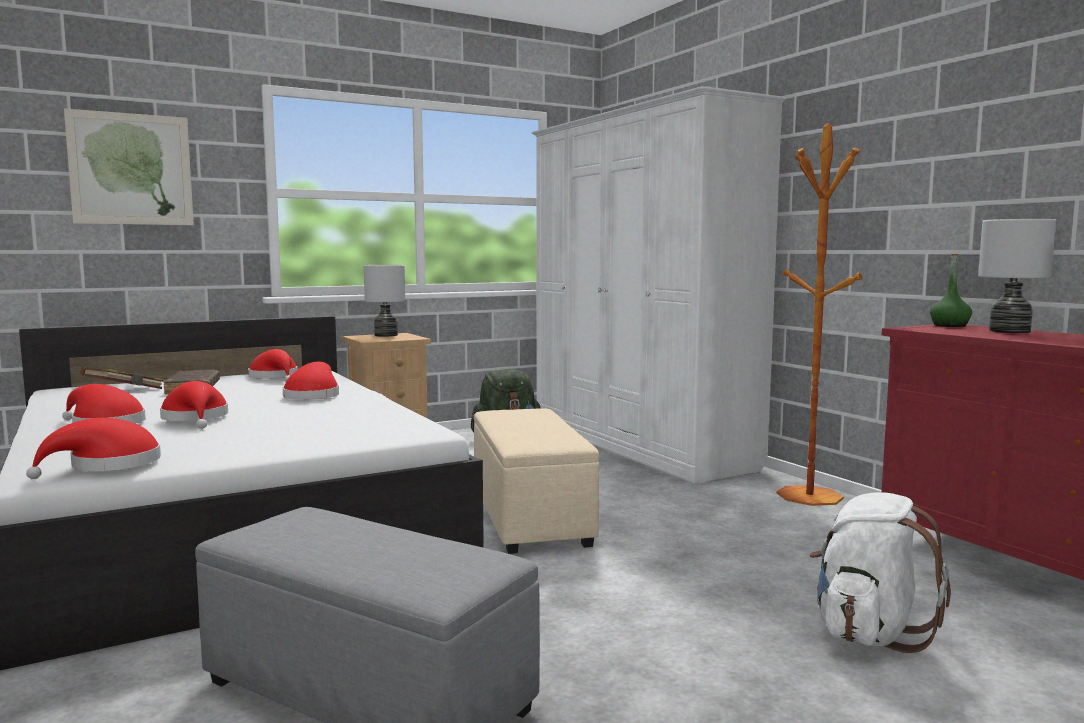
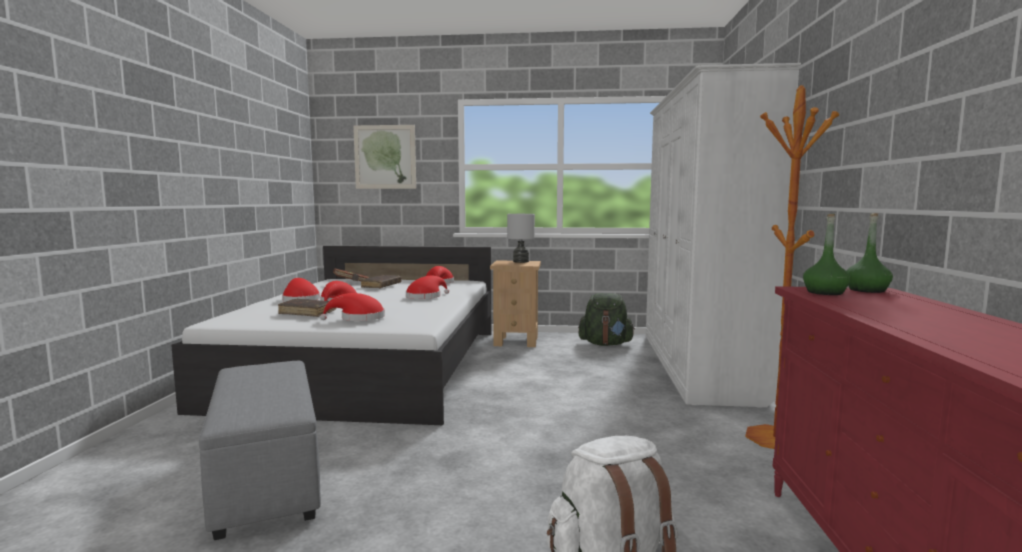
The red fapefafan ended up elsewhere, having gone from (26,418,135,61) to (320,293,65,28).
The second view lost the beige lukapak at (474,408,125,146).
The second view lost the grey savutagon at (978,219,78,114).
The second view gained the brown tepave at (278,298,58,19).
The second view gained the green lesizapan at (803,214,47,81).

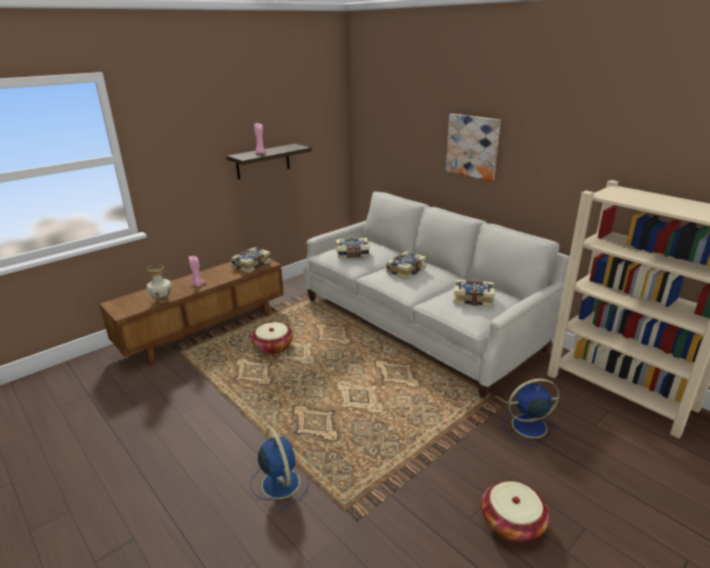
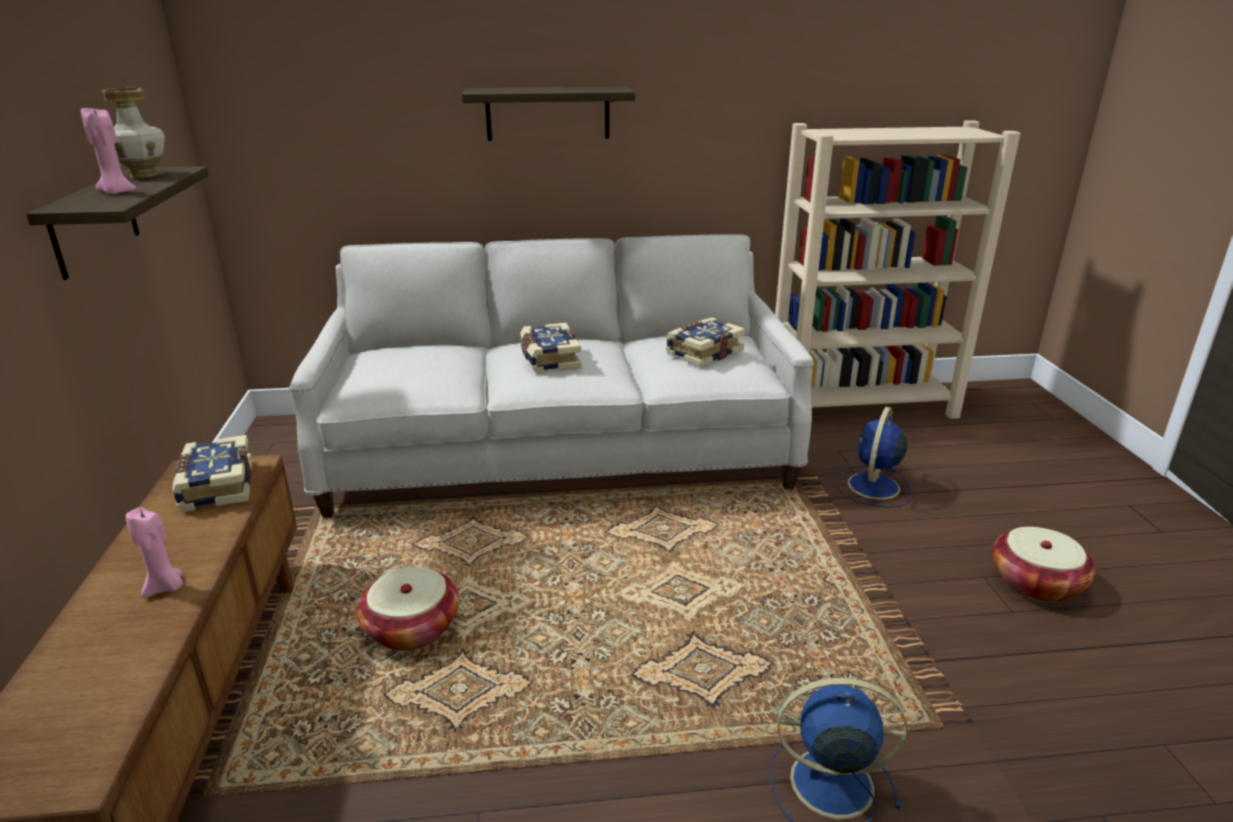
The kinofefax ended up elsewhere, having gone from (147,265,25,38) to (102,88,63,90).
The second view lost the tepave at (336,238,34,20).
Where the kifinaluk hung at (446,114,55,67), the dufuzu came to hang at (462,86,173,55).

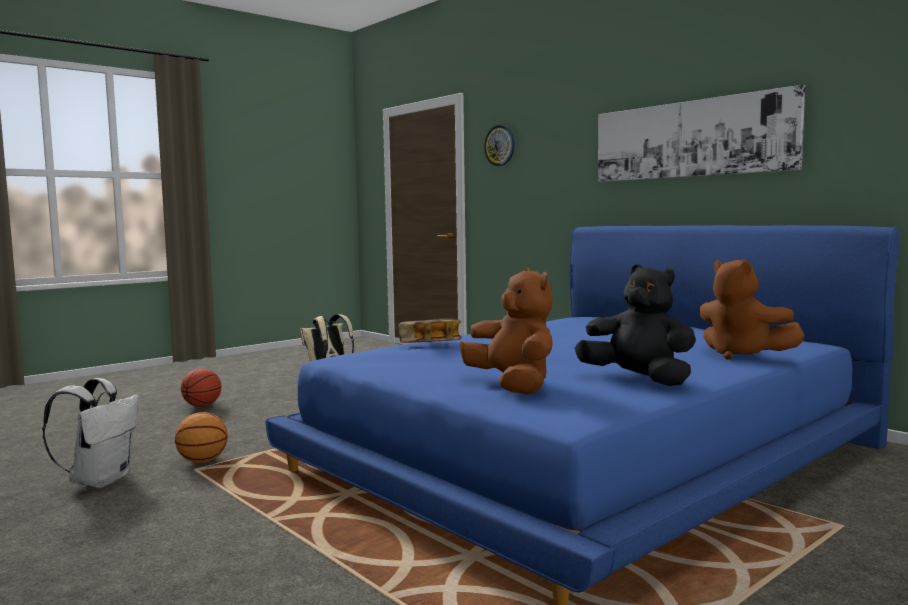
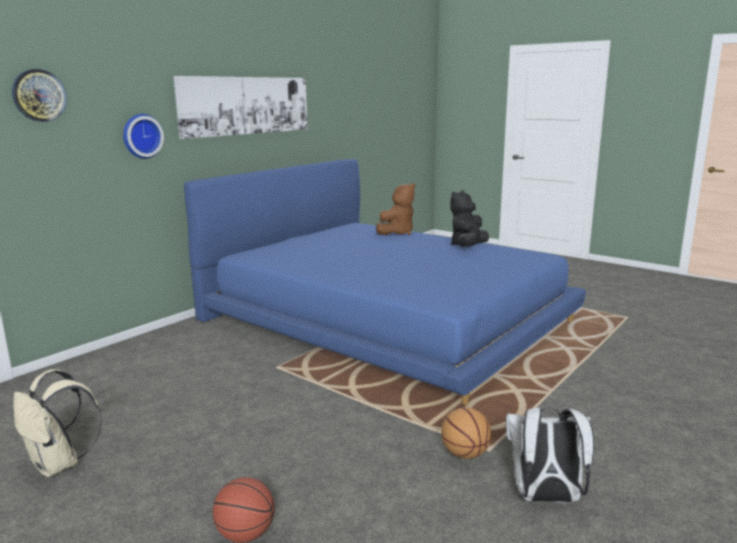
The second view lost the tepave at (398,319,64,24).
The second view lost the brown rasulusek at (459,267,94,127).
The second view gained the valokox at (123,114,41,45).

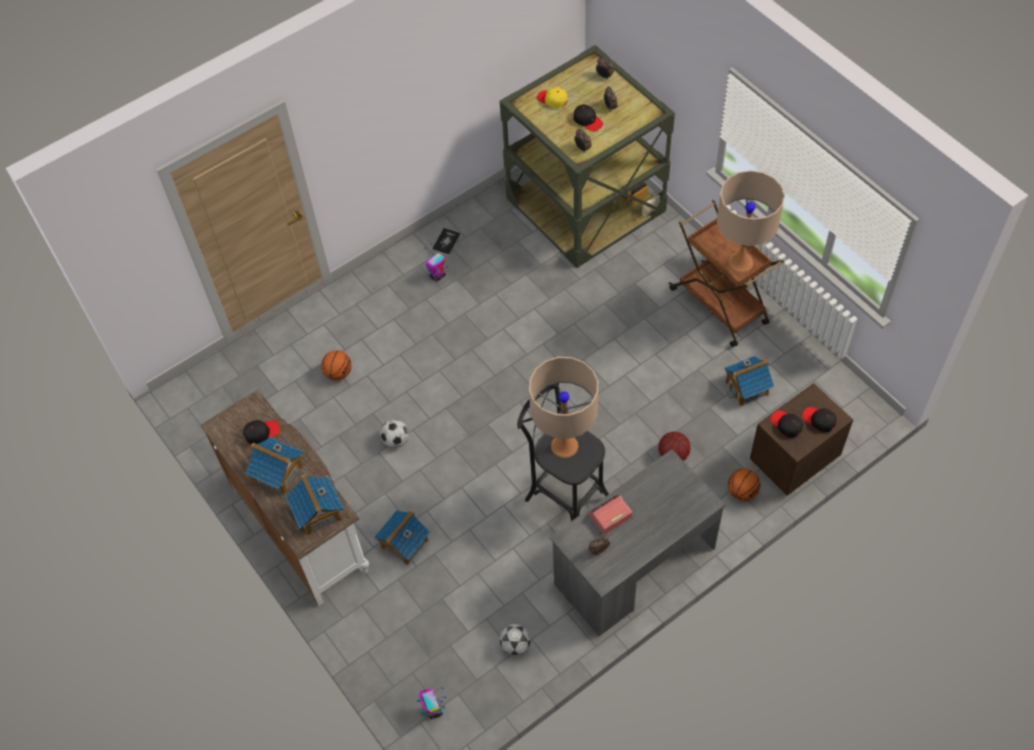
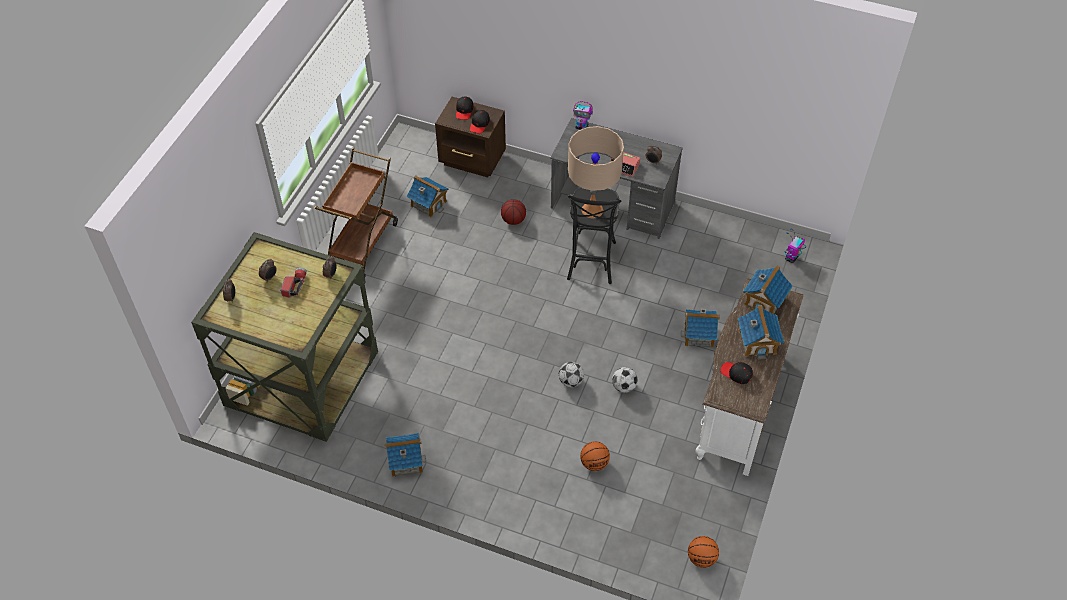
The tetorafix ended up elsewhere, having gone from (424,243,24,39) to (573,101,20,28).
Where the tepave stood at (432,228,29,28), the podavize came to stand at (385,433,41,44).
The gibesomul ended up elsewhere, having gone from (500,624,31,32) to (559,362,25,25).
The second view lost the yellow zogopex at (537,87,31,21).
Where the black zogopex stood at (573,104,30,28), the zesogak came to stand at (280,267,27,31).
The second view lost the beige savutagon at (717,170,68,103).
The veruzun ended up elsewhere, having gone from (728,469,32,32) to (688,536,31,32).

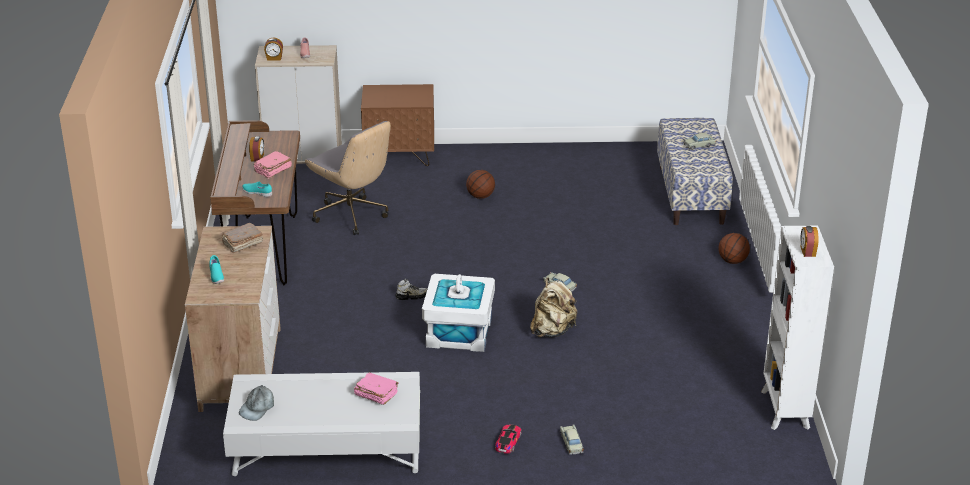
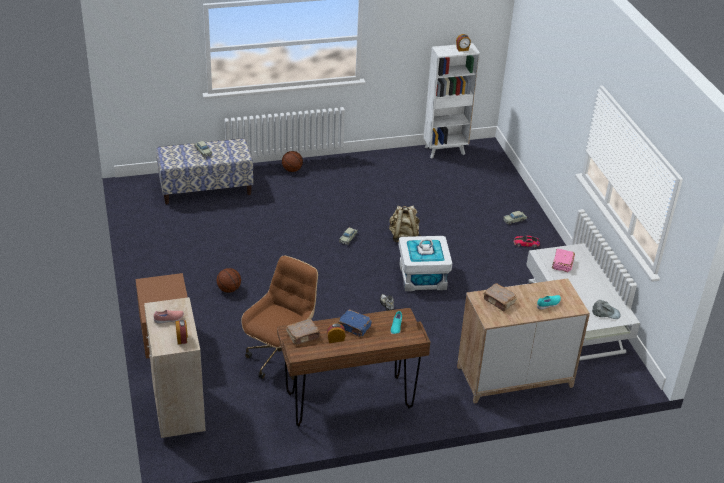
What was the pink tepave at (253,151,39,28) turned into the blue tepave at (338,310,34,27).
What was the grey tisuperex at (305,121,86,114) turned into the brown tisuperex at (241,255,77,125).
The second view gained the brown tepave at (286,319,34,26).

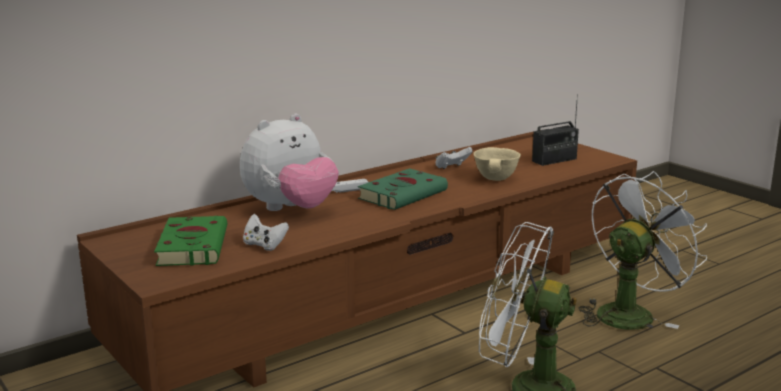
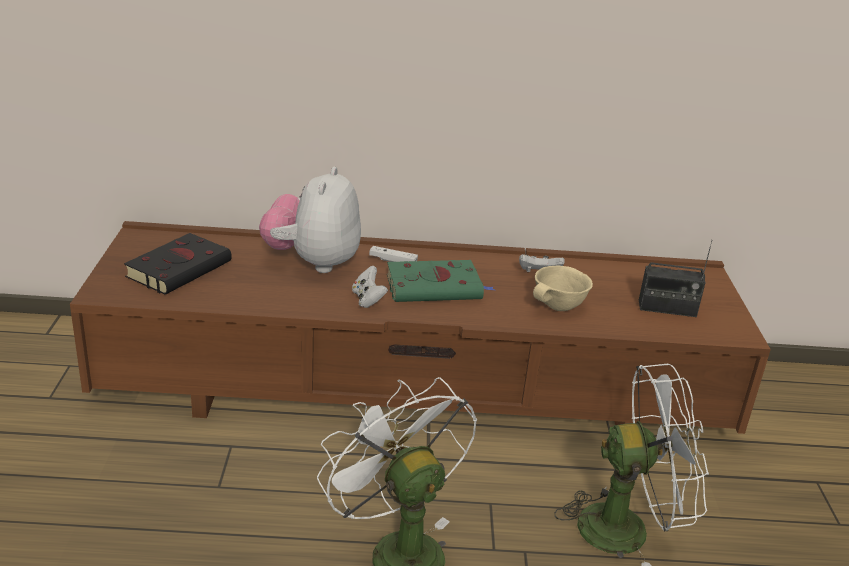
What was the green tepave at (154,216,73,50) turned into the black tepave at (124,233,108,62).
The rasulusek at (240,113,99,98) ended up facing another way, 105 degrees clockwise from before.
The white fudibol ended up elsewhere, having gone from (243,214,46,37) to (352,266,36,42).

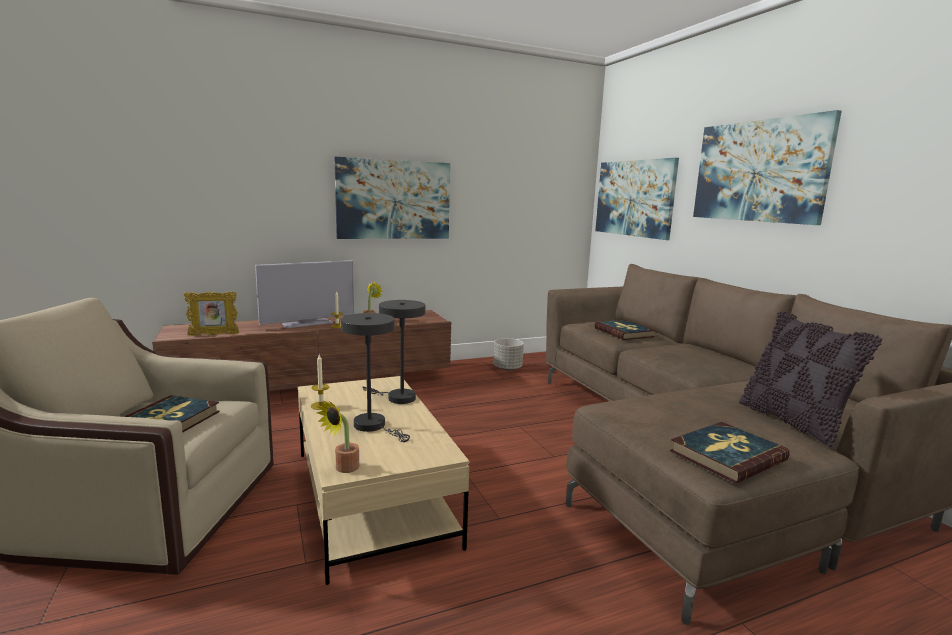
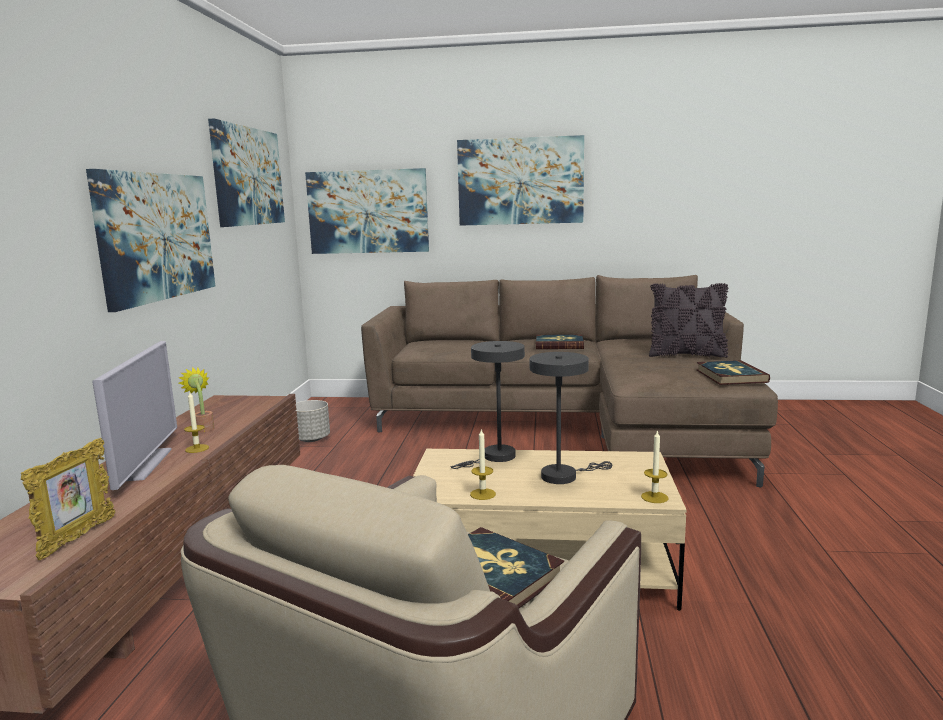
Where the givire stood at (316,401,43,72), the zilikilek came to stand at (641,430,27,73).
The tepave ended up elsewhere, having gone from (594,320,61,20) to (536,334,48,15).
The second view gained the kifinaluk at (208,119,77,108).

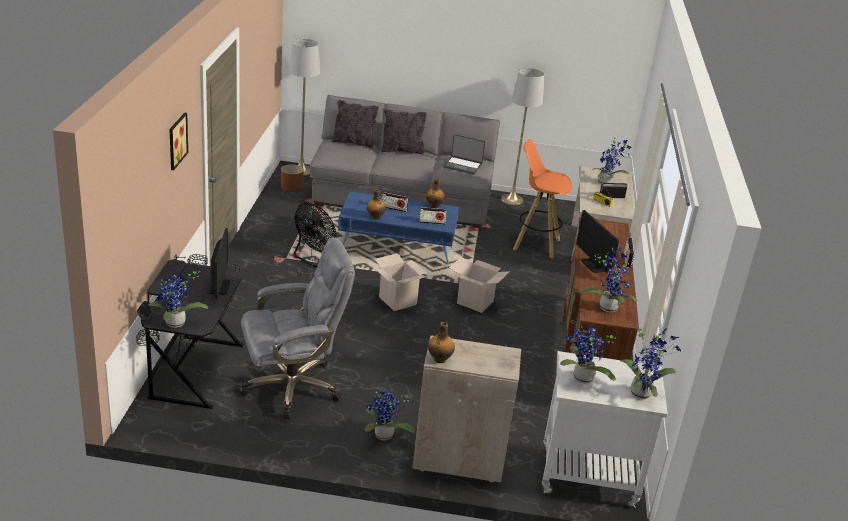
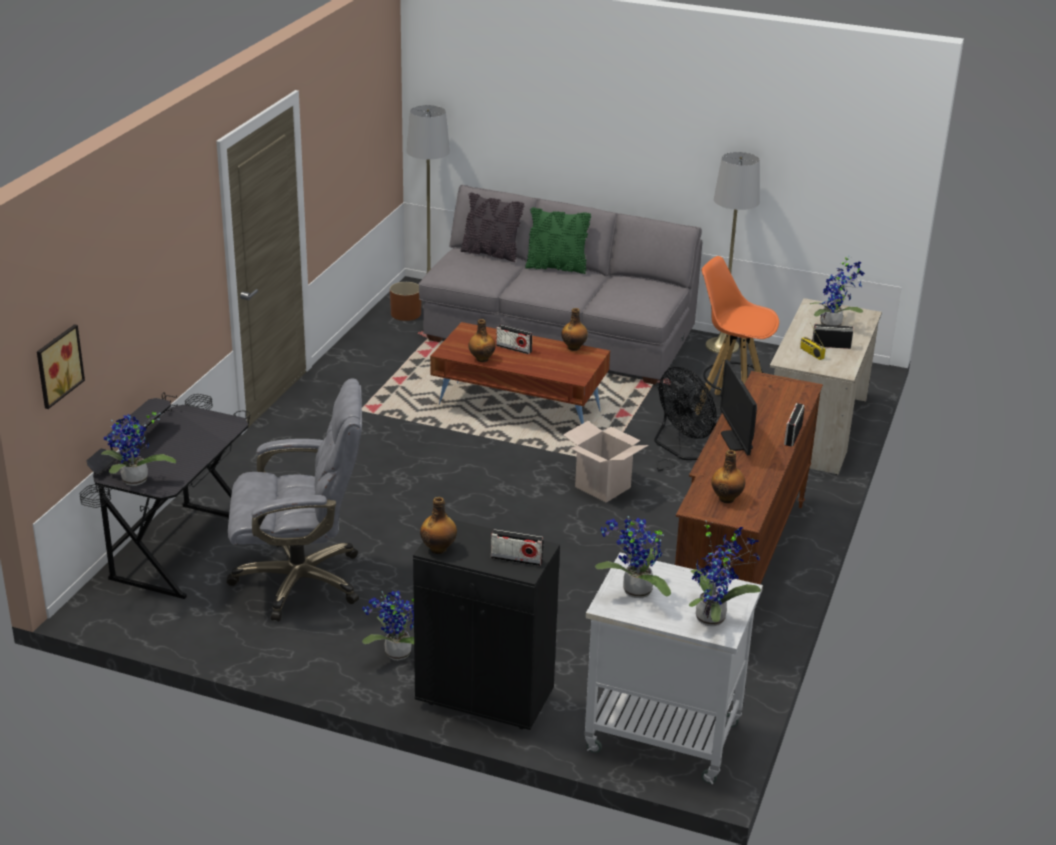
The kifinaluk ended up elsewhere, having gone from (169,113,19,57) to (37,324,48,85).
The second view lost the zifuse at (209,228,21,71).
The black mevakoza ended up elsewhere, having gone from (294,203,43,73) to (654,367,63,104).
What was the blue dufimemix at (338,192,121,74) turned into the brown dufimemix at (430,322,180,102).
The second view lost the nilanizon at (375,253,53,58).
What was the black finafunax at (381,109,46,45) turned into the green finafunax at (525,207,66,67).
What was the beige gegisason at (412,335,109,148) turned into the black gegisason at (413,519,147,211).
The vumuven ended up elsewhere, having gone from (419,207,28,18) to (491,529,52,37).
The second view lost the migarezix at (443,134,42,41).
Where the givire stood at (581,246,56,66), the lesizapan came to stand at (711,450,34,53).

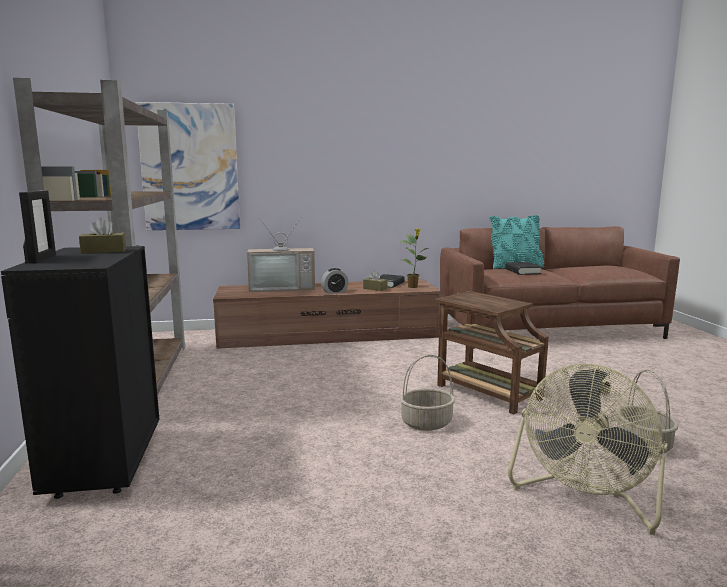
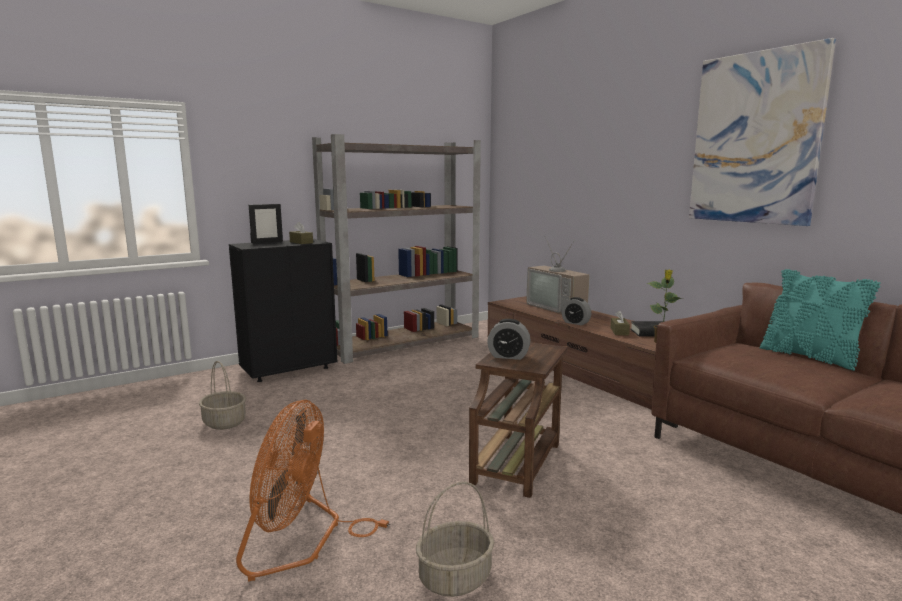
The kifinaluk ended up elsewhere, having gone from (136,102,104,128) to (689,38,147,188).
The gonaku ended up elsewhere, having gone from (400,355,55,76) to (199,361,47,69).
The second view lost the black tepave at (506,262,35,13).
What was the beige mevakoza at (508,364,160,171) turned into the orange mevakoza at (236,400,153,182).
The second view gained the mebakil at (487,319,44,41).

